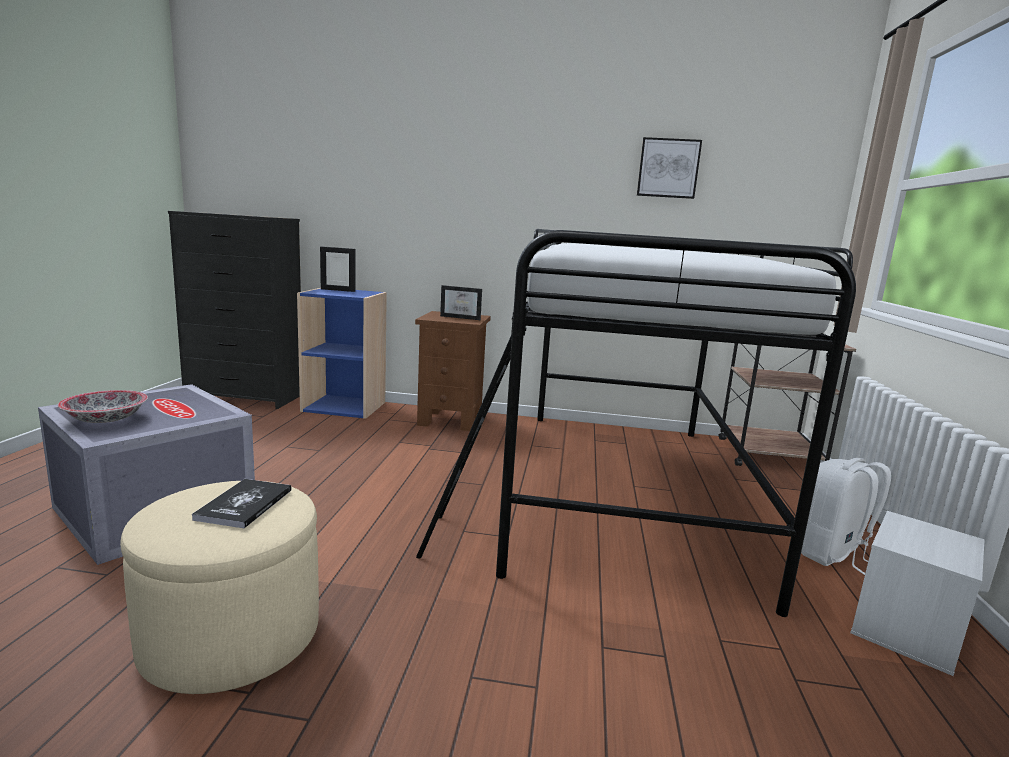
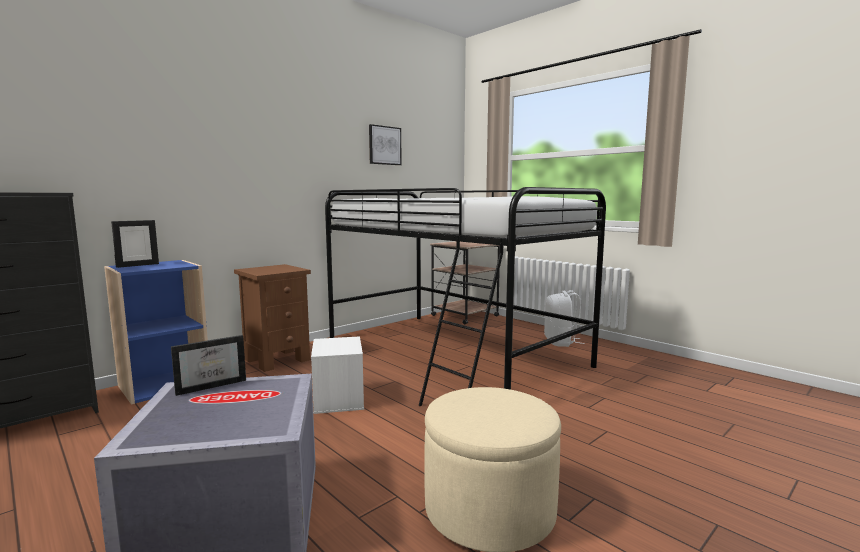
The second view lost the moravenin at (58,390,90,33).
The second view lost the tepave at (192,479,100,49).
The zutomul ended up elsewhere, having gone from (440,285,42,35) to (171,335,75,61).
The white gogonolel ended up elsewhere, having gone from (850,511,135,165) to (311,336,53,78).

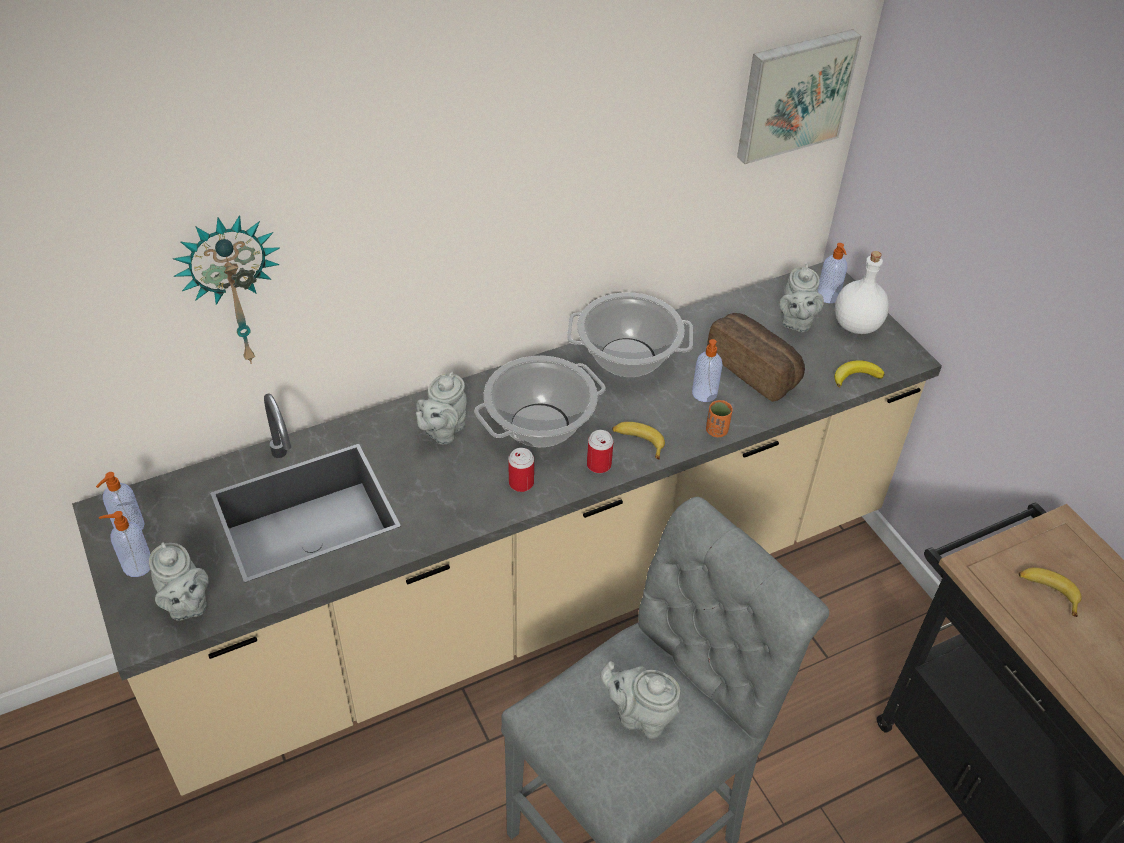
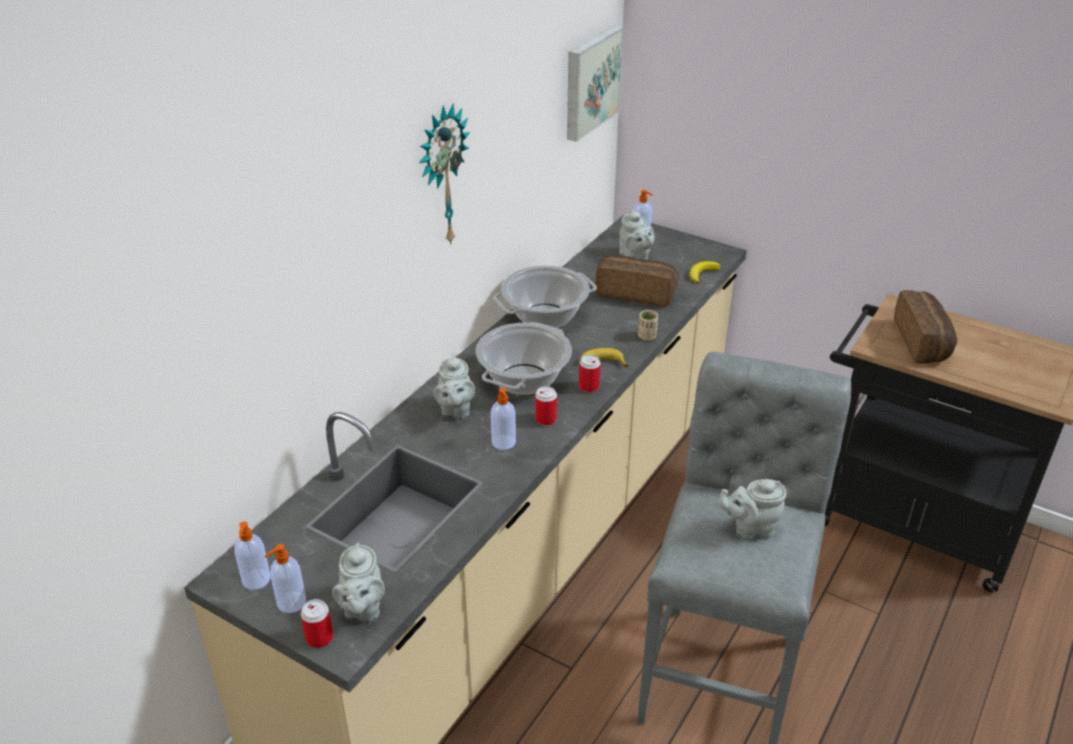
The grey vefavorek at (149,542,60,79) ended up facing another way, 60 degrees clockwise from before.
The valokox ended up elsewhere, having gone from (173,215,107,149) to (419,103,51,143).
The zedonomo ended up elsewhere, having gone from (692,339,30,63) to (491,388,25,62).
What was the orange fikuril at (706,400,27,37) turned into the beige fikuril at (638,310,20,31).
The second view lost the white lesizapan at (835,251,54,83).
Where the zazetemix stood at (1019,568,63,49), the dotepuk came to stand at (894,290,63,74).
The second view gained the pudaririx at (301,599,32,49).

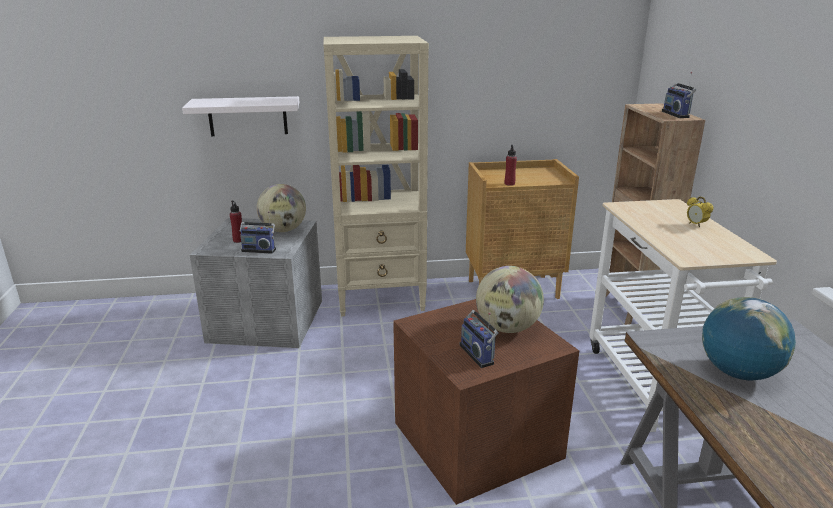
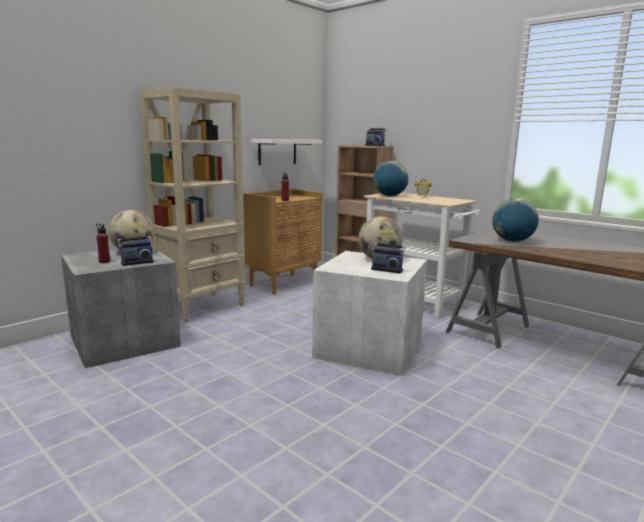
The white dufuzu ended up elsewhere, having gone from (182,96,117,40) to (251,139,71,26).
What was the brown gogonolel at (393,299,186,206) turned into the white gogonolel at (312,251,115,125).
The second view gained the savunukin at (373,161,36,35).

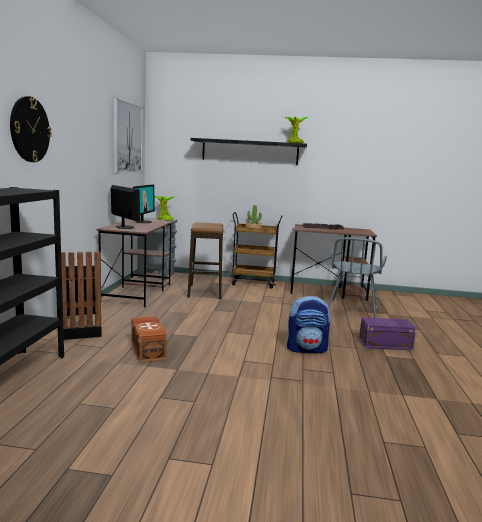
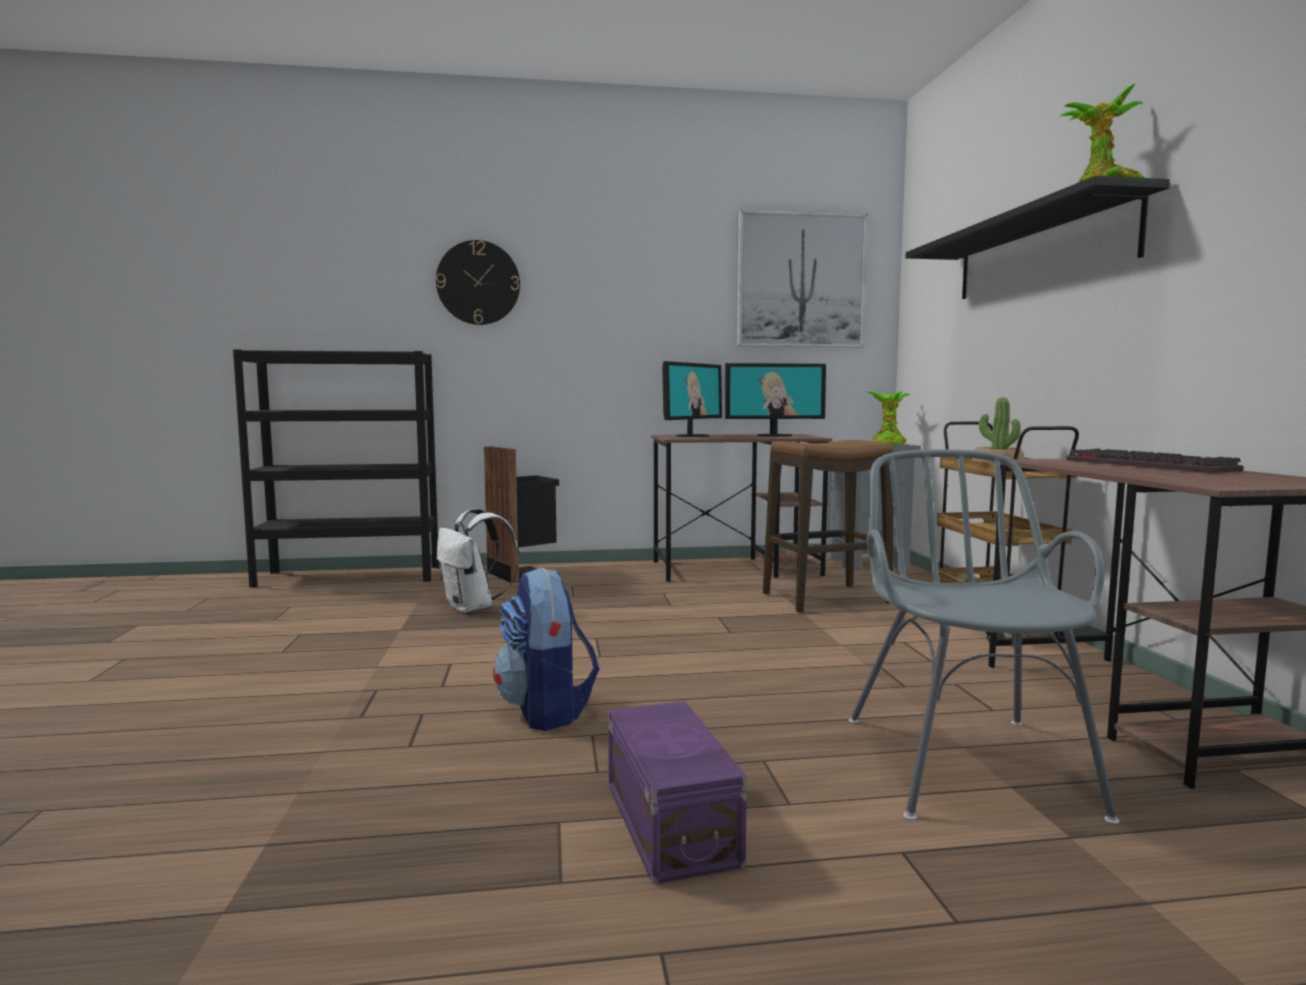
Where the brown gogonolel stood at (131,316,36,47), the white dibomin came to stand at (437,509,83,104).
The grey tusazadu at (328,237,59,81) ended up facing another way, 90 degrees clockwise from before.

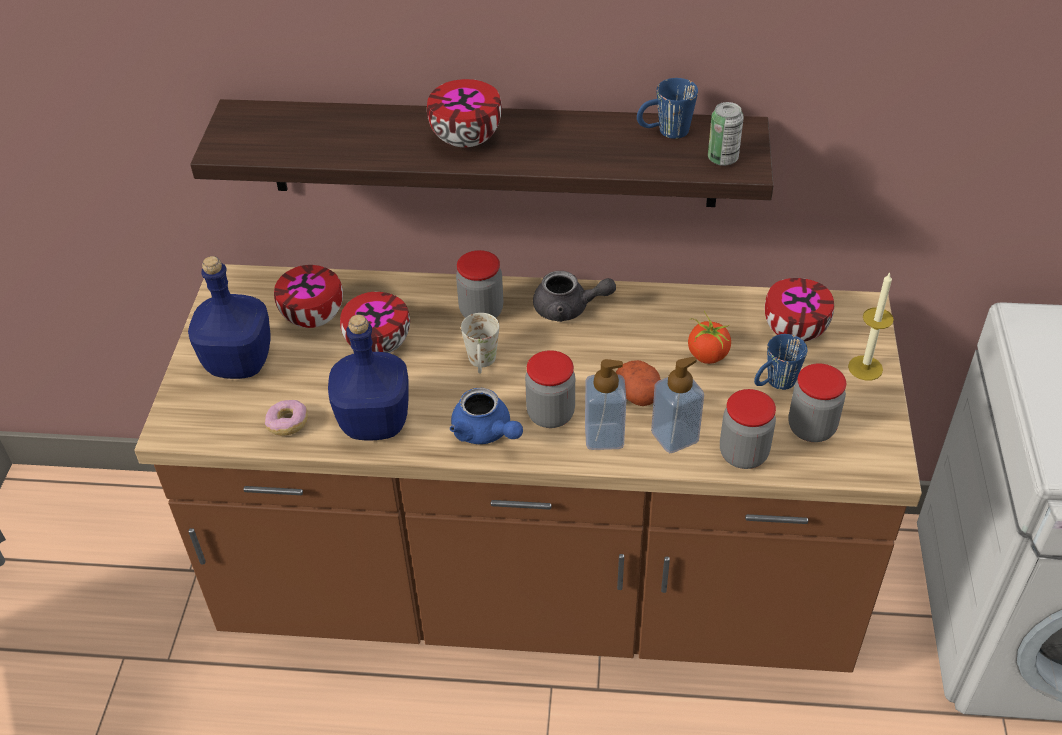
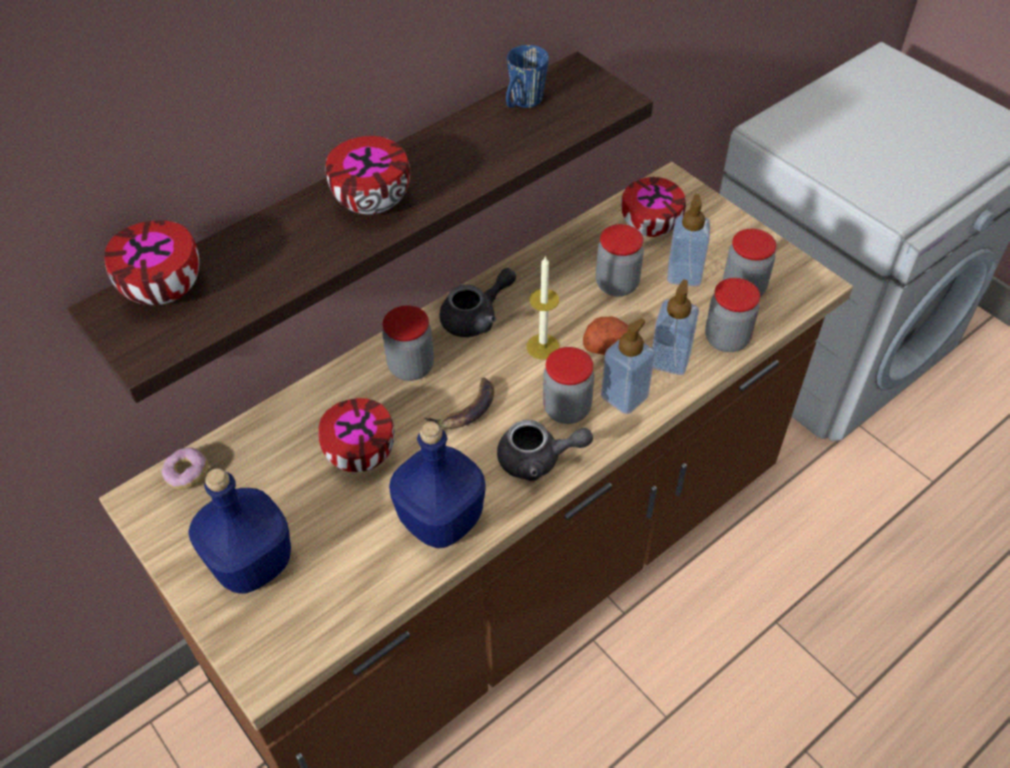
The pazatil ended up elsewhere, having gone from (265,400,43,36) to (161,447,47,43).
The moravenin ended up elsewhere, having gone from (274,265,69,63) to (104,220,95,85).
What was the blue vefavorek at (450,388,73,56) turned into the grey vefavorek at (497,420,96,61).
Where the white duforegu stood at (461,313,38,61), the zazetemix came to stand at (425,378,69,51).
Where the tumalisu stood at (688,310,43,54), the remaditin came to stand at (596,224,48,73).
The second view lost the pudaririx at (708,102,36,64).
Where the blue duforegu stood at (754,334,53,56), the zedonomo came to stand at (667,194,43,92).
The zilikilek ended up elsewhere, having gone from (848,272,46,108) to (526,255,34,105).

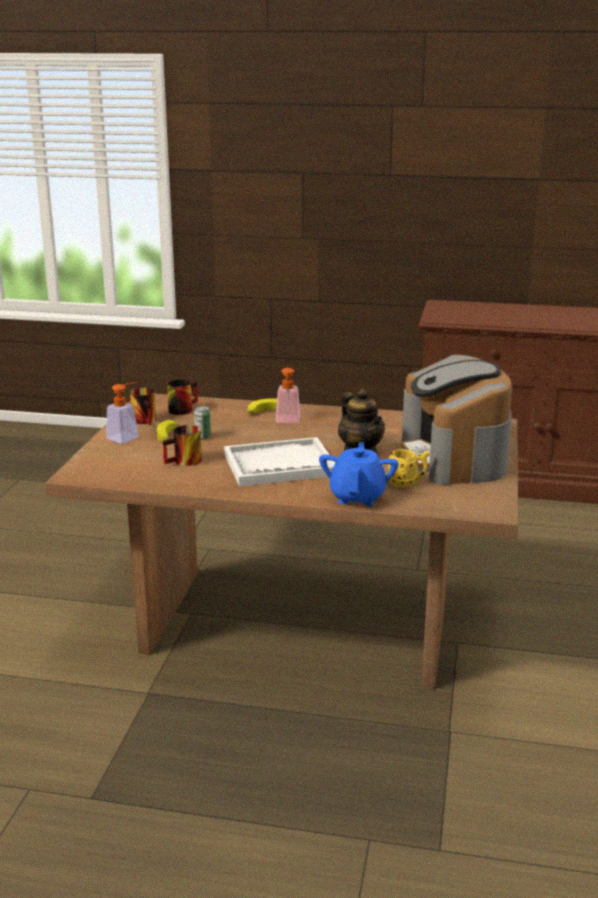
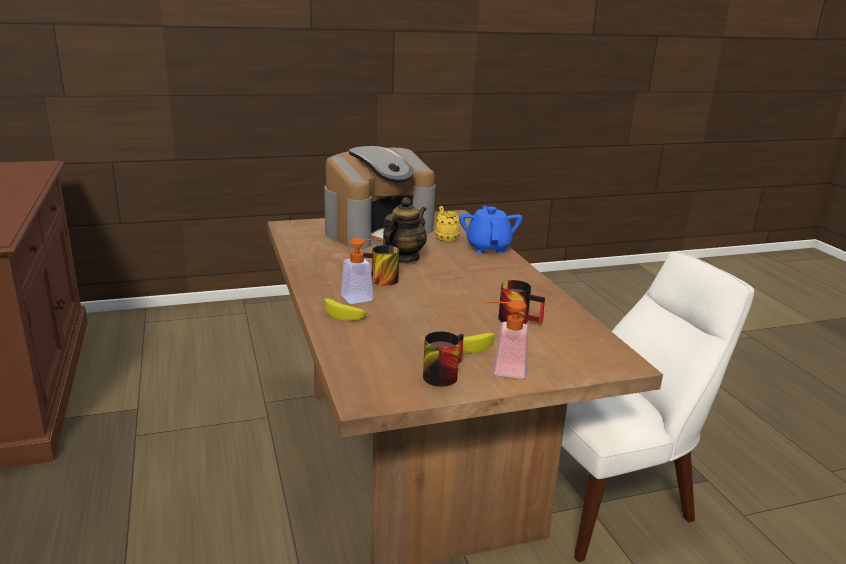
The duforegu ended up elsewhere, having gone from (167,379,31,36) to (363,245,36,41).
The second view lost the pudaririx at (194,406,17,33).
The second view lost the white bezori at (224,437,111,50).
The blue vefavorek at (319,442,80,64) ended up facing another way, 105 degrees clockwise from before.
The second view gained the white tusazadu at (562,251,192,311).

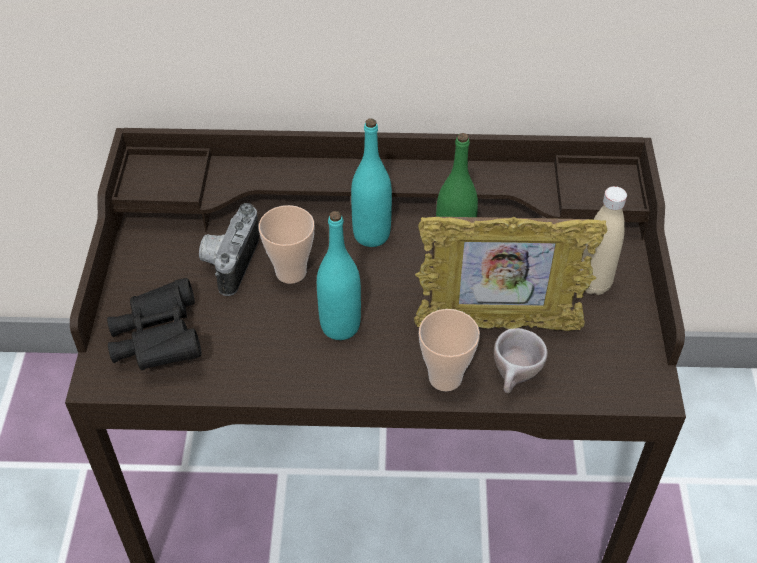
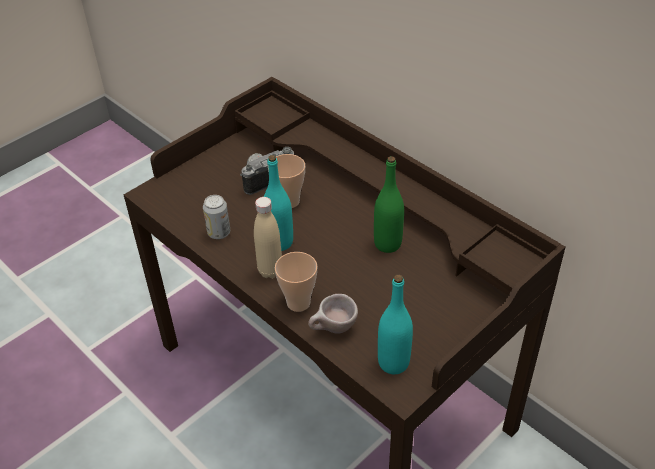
The second view lost the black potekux at (107,278,95,92).
The turquoise lesizapan ended up elsewhere, having gone from (351,118,41,129) to (378,275,35,99).
The second view lost the zutomul at (414,217,193,114).
The beige lesizapan ended up elsewhere, having gone from (580,186,47,109) to (254,197,28,82).
The second view gained the pudaririx at (203,195,27,44).

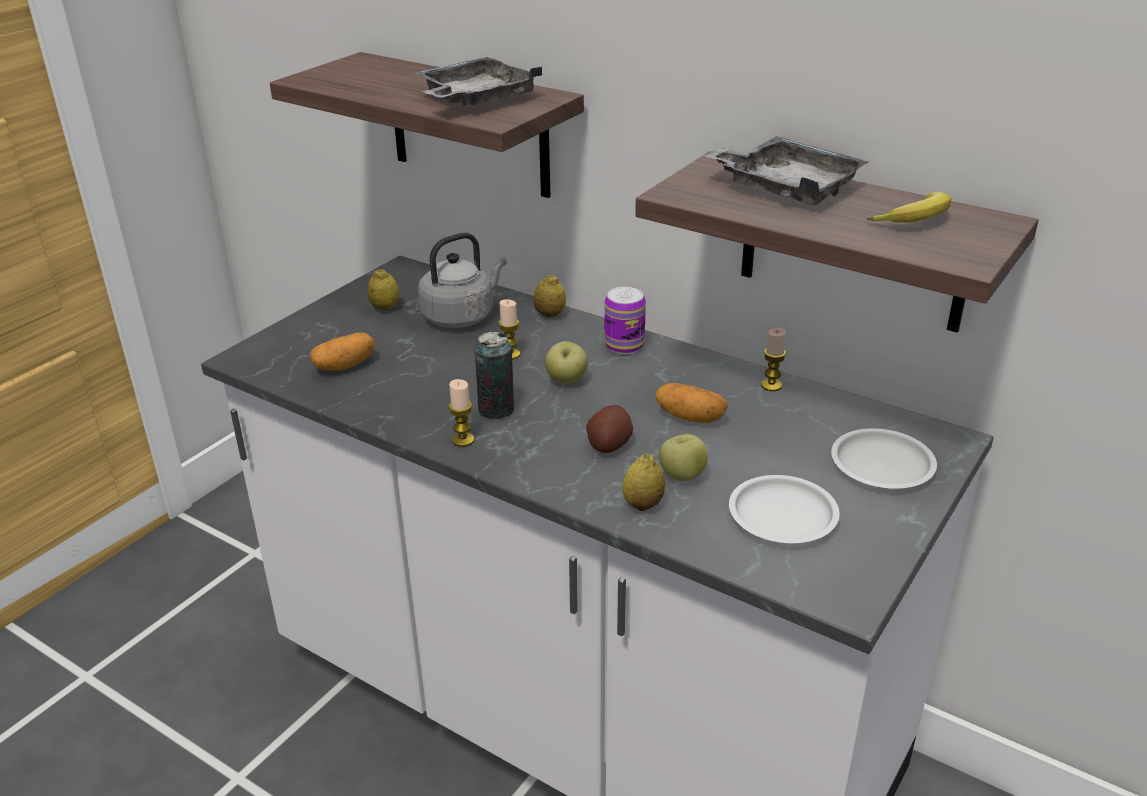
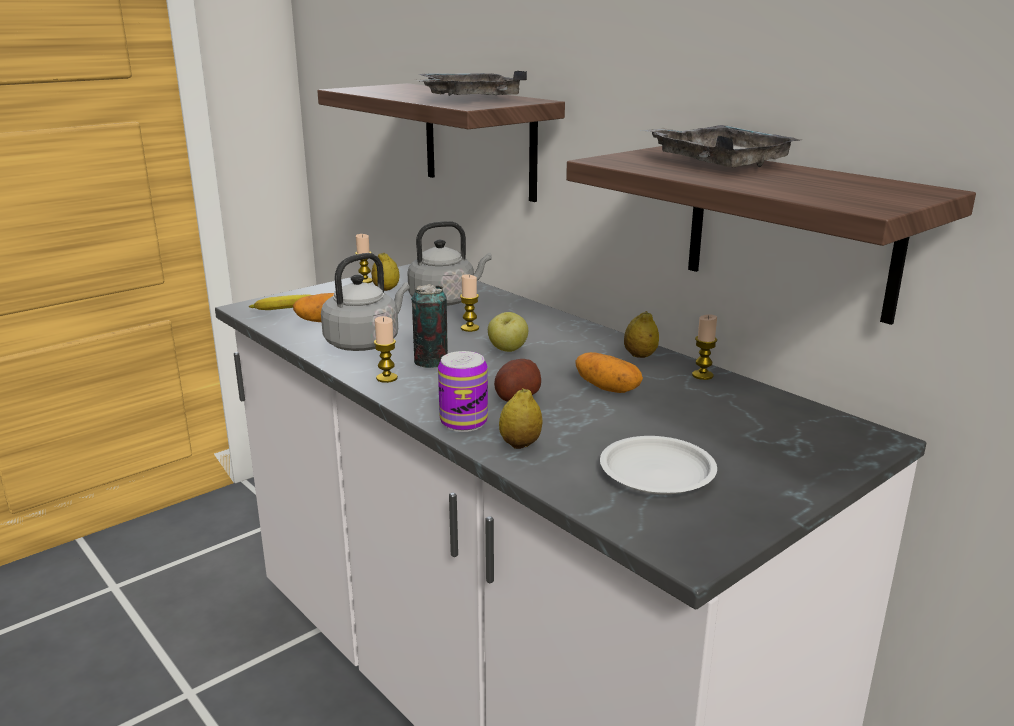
The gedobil ended up elsewhere, having gone from (534,274,32,43) to (624,311,35,47).
The pudaririx ended up elsewhere, having gone from (605,287,41,67) to (438,351,50,81).
The second view lost the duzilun at (659,434,49,47).
The second view lost the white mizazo at (831,428,106,61).
The zazetemix ended up elsewhere, having gone from (867,192,84,31) to (249,294,62,16).
The second view gained the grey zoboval at (321,253,88,98).
The second view gained the zilikilek at (355,234,18,49).

